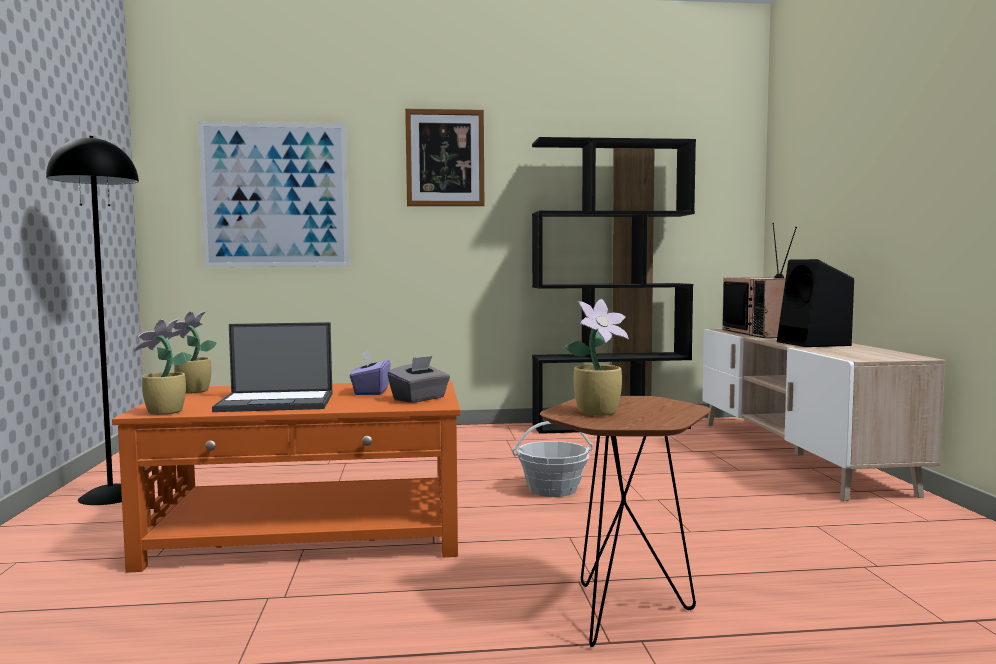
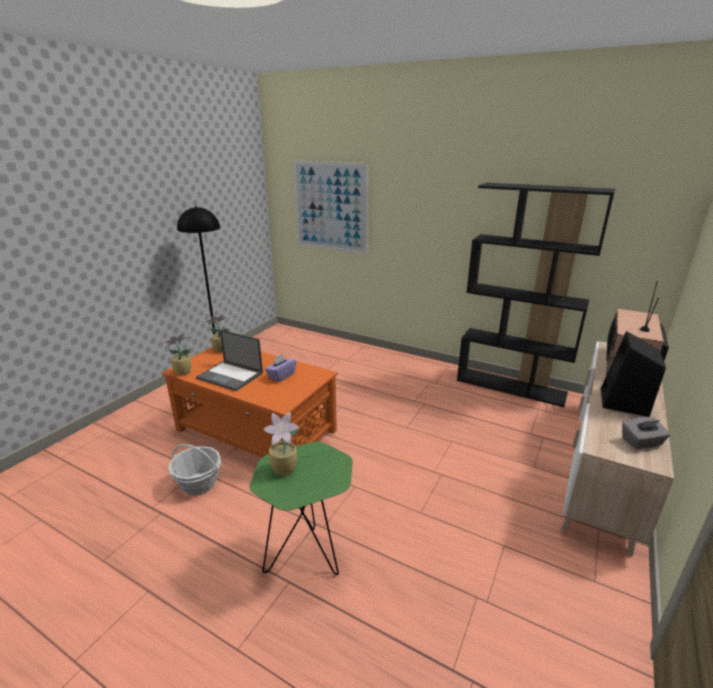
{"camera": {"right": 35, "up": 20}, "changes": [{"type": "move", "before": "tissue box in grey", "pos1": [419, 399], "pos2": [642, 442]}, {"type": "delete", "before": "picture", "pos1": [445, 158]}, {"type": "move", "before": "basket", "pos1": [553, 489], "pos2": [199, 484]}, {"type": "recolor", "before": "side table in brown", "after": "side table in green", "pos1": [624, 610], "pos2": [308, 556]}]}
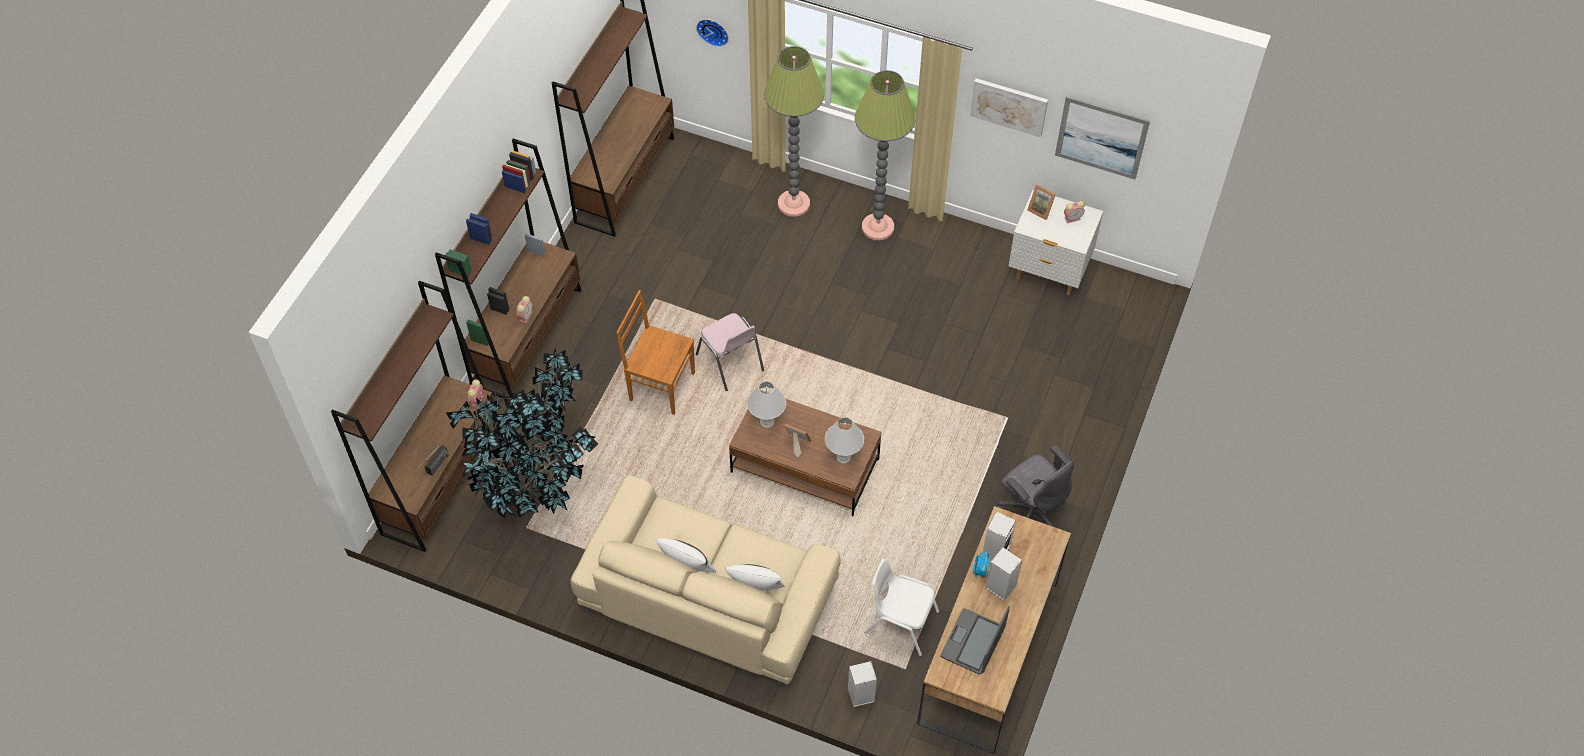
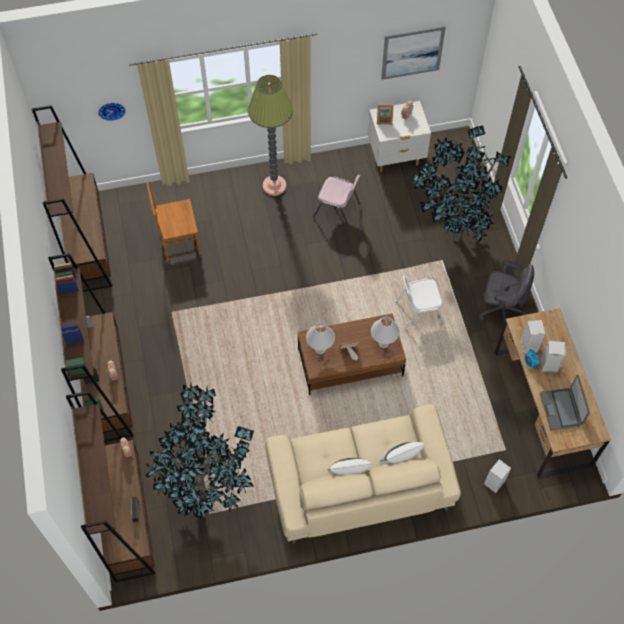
{"camera": {"right": -35, "up": 5}, "changes": [{"type": "move", "before": "chair in brown", "pos1": [660, 386], "pos2": [178, 242]}, {"type": "move", "before": "chair in pink", "pos1": [730, 363], "pos2": [337, 211]}, {"type": "delete", "before": "floor lamp", "pos1": [793, 204]}, {"type": "move", "before": "chair in white", "pos1": [900, 622], "pos2": [418, 312]}, {"type": "delete", "before": "picture", "pos1": [1009, 106]}, {"type": "insert", "after": "potted plant", "pos2": [449, 235]}]}
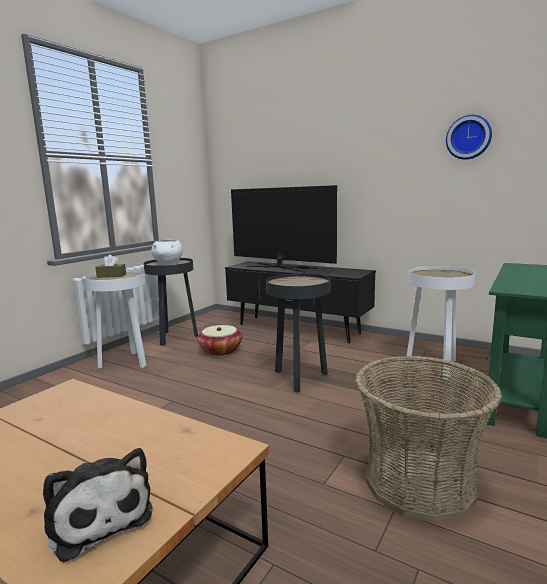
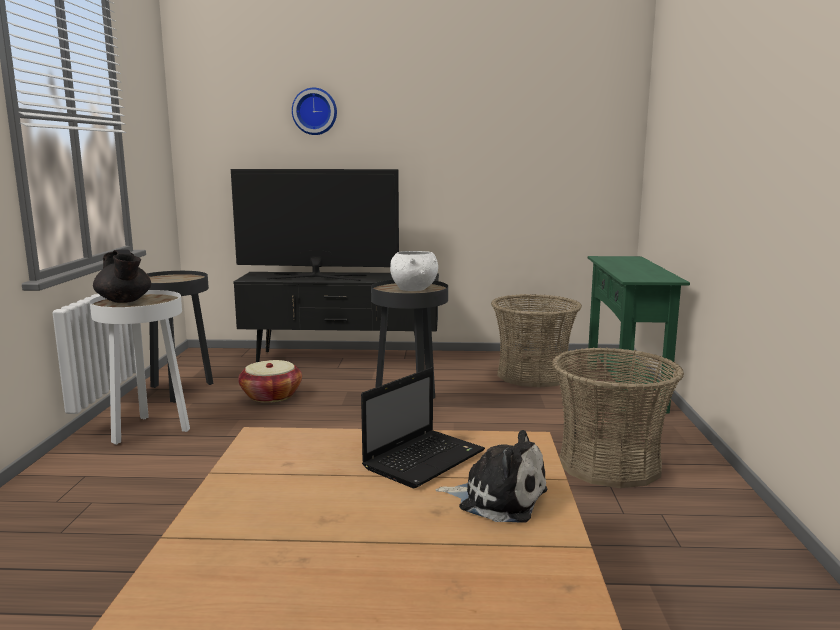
{"camera": {"right": -30, "up": 0}, "changes": [{"type": "replace", "before": "tissue box in brown", "after": "teapot in black", "pos1": [111, 276], "pos2": [124, 301]}, {"type": "move", "before": "bowl in white", "pos1": [168, 264], "pos2": [414, 289]}, {"type": "replace", "before": "side table in white", "after": "basket", "pos1": [434, 368], "pos2": [533, 375]}, {"type": "move", "before": "wall clock", "pos1": [468, 137], "pos2": [315, 111]}, {"type": "insert", "after": "laptop", "pos2": [425, 459]}]}
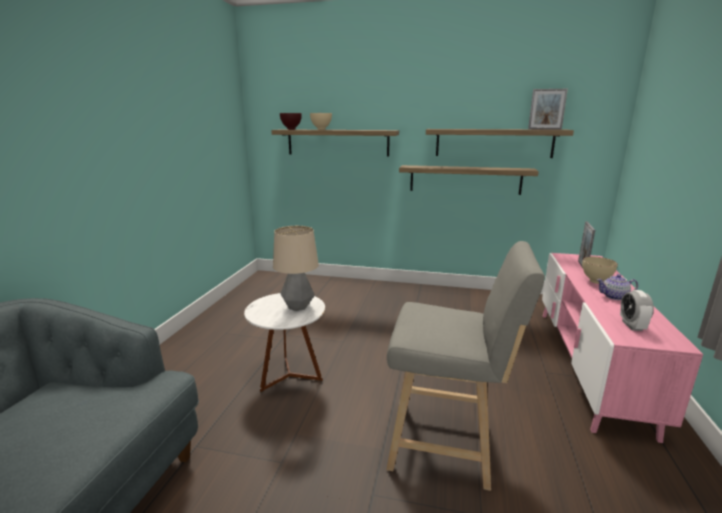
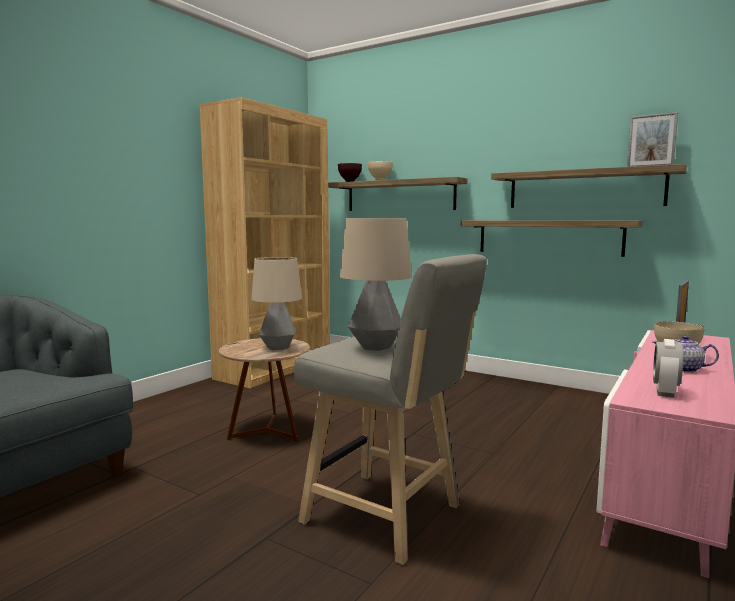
{"camera": {"right": 20, "up": -10}, "changes": [{"type": "recolor", "before": "side table in white", "after": "side table in brown", "pos1": [289, 376], "pos2": [267, 432]}, {"type": "insert", "after": "bookcase in brown", "pos2": [275, 369]}, {"type": "insert", "after": "table lamp", "pos2": [375, 347]}]}
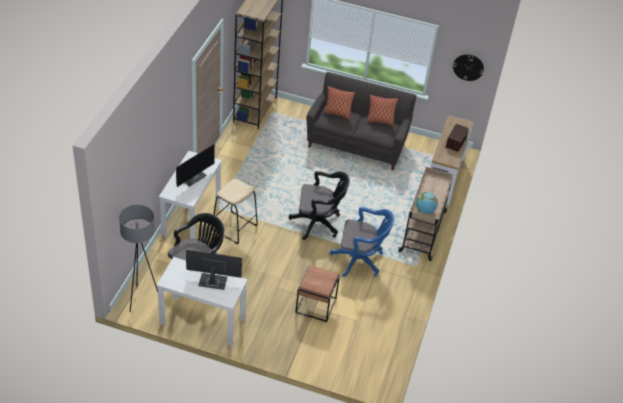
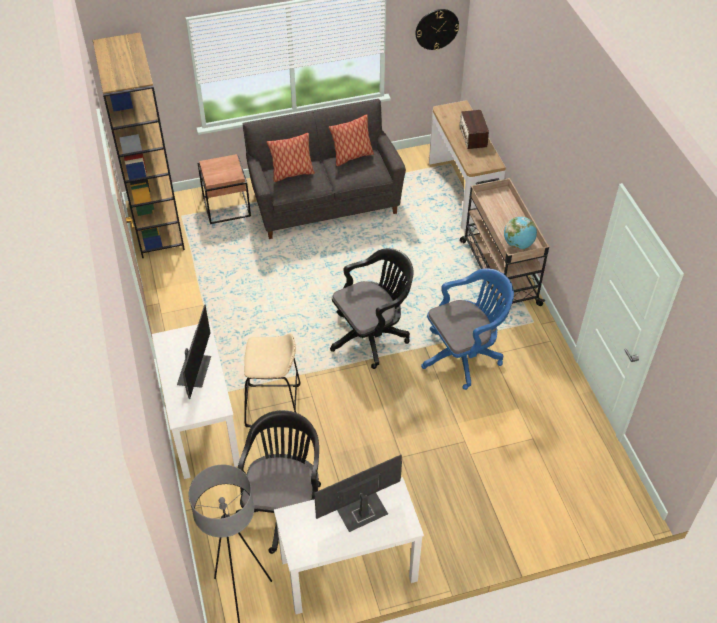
{"camera": {"right": -30, "up": 5}, "changes": [{"type": "move", "before": "side table in brown", "pos1": [316, 305], "pos2": [227, 206]}]}
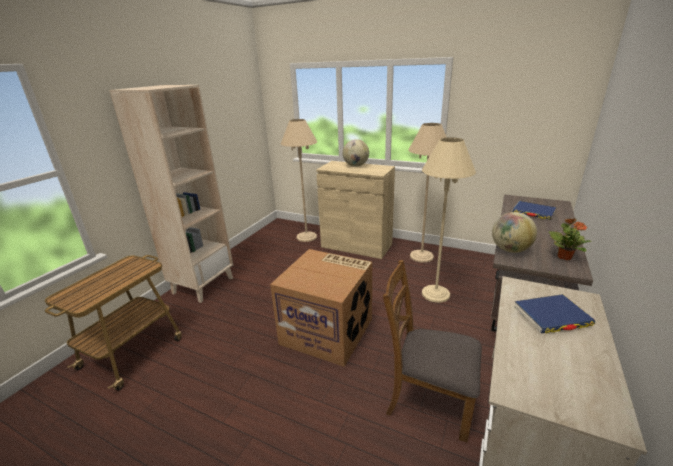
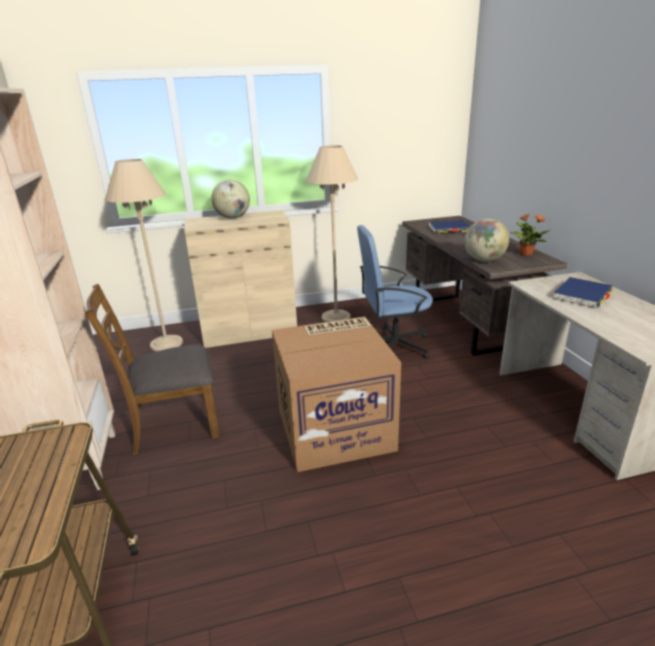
{"camera": {"right": -40, "up": 0}, "changes": [{"type": "move", "before": "chair in brown", "pos1": [428, 400], "pos2": [174, 425]}, {"type": "replace", "before": "floor lamp in beige", "after": "office chair in blue", "pos1": [435, 294], "pos2": [393, 345]}]}
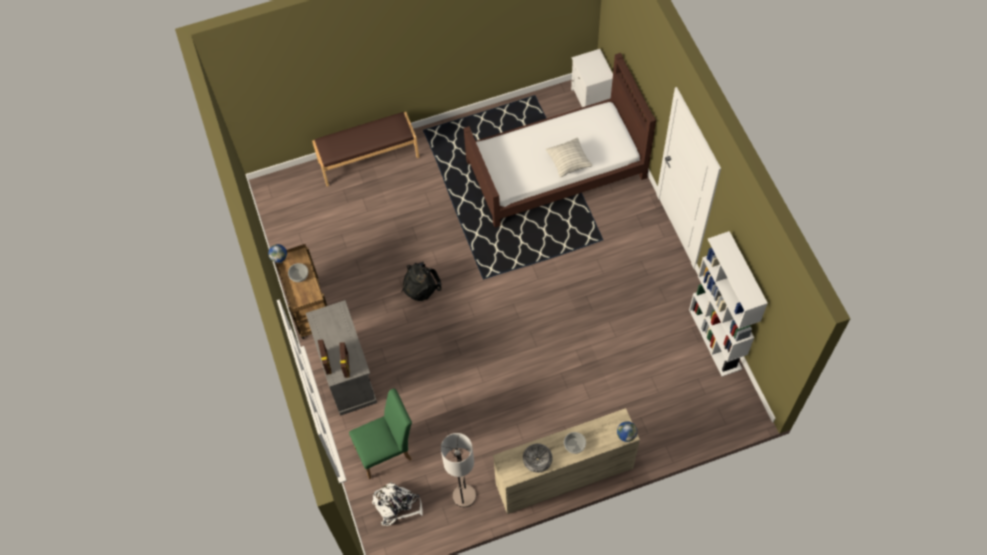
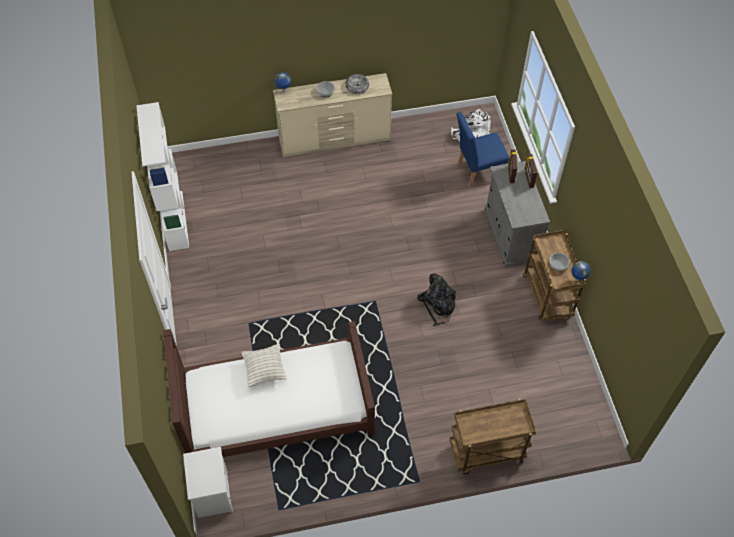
{"camera": {"right": -175, "up": -5}, "changes": [{"type": "replace", "before": "bench in brown", "after": "cart in brown", "pos1": [368, 158], "pos2": [486, 453]}, {"type": "recolor", "before": "chair in green", "after": "chair in blue", "pos1": [387, 451], "pos2": [476, 172]}, {"type": "delete", "before": "floor lamp", "pos1": [464, 495]}]}
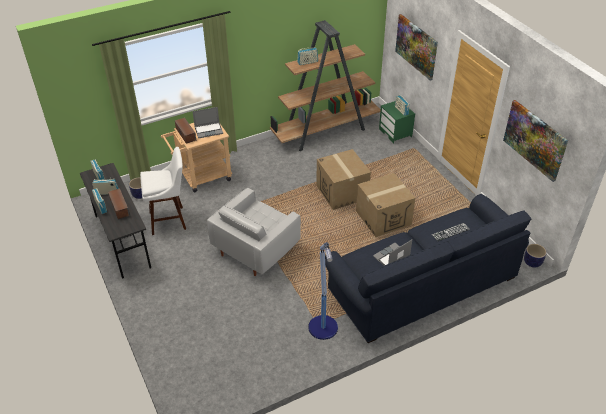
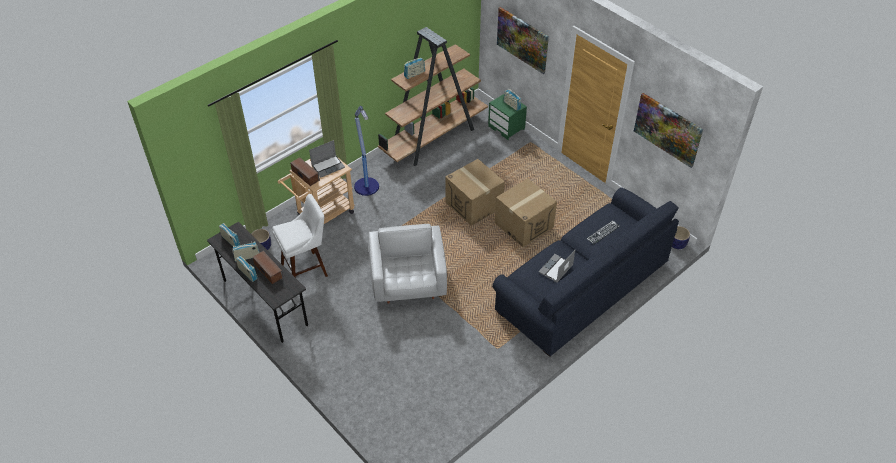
{"camera": {"right": -15, "up": 5}, "changes": [{"type": "rotate", "before": "armchair in white", "pos1": [256, 248], "pos2": [409, 283], "turn": 150}, {"type": "move", "before": "floor lamp", "pos1": [323, 328], "pos2": [367, 187]}]}
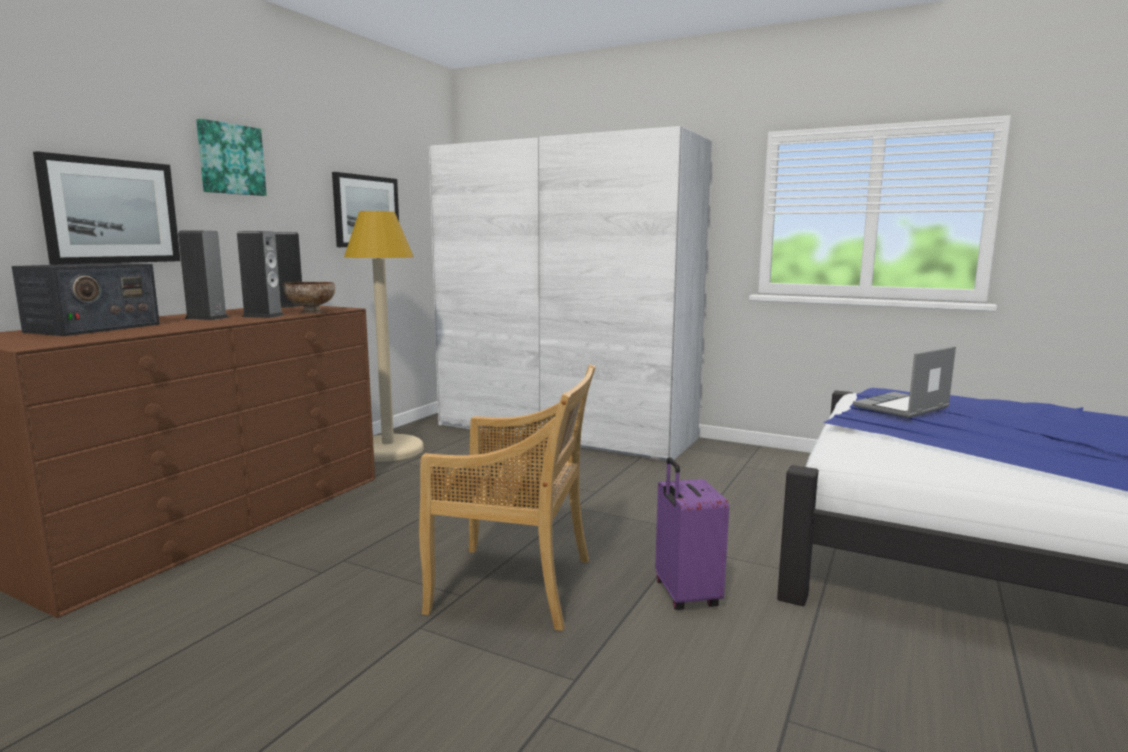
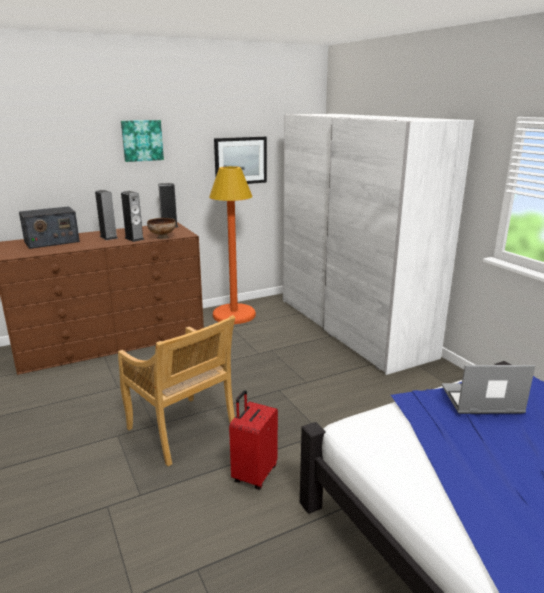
{"camera": {"right": 35, "up": 10}, "changes": [{"type": "delete", "before": "picture", "pos1": [111, 211]}, {"type": "recolor", "before": "floor lamp in beige", "after": "floor lamp in orange", "pos1": [388, 450], "pos2": [234, 315]}, {"type": "recolor", "before": "suitcase in purple", "after": "suitcase in red", "pos1": [685, 595], "pos2": [254, 474]}]}
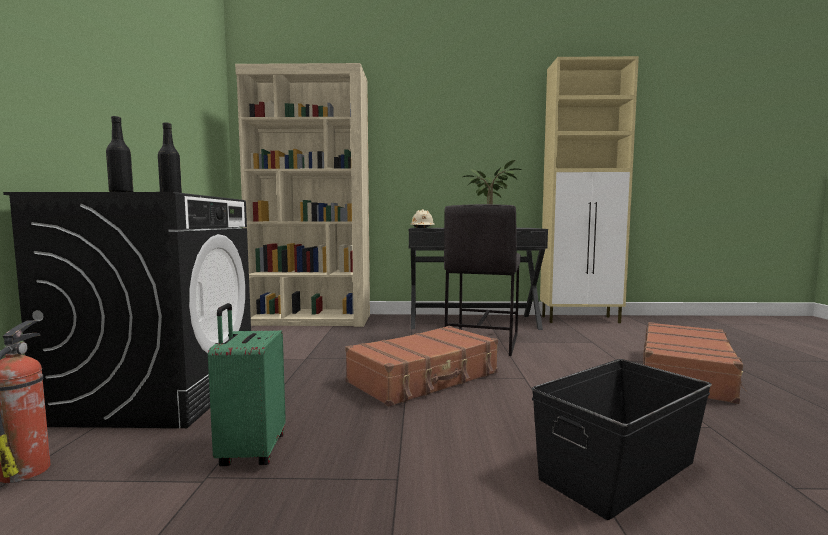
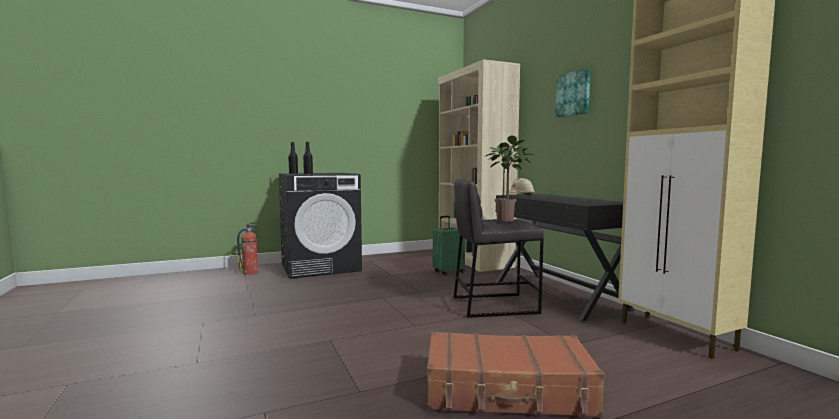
{"camera": {"right": 65, "up": 0}, "changes": [{"type": "move", "before": "suitcase in green", "pos1": [250, 452], "pos2": [448, 272]}, {"type": "delete", "before": "suitcase in brown", "pos1": [425, 378]}, {"type": "delete", "before": "storage box in black", "pos1": [619, 470]}, {"type": "insert", "after": "picture", "pos2": [573, 94]}]}
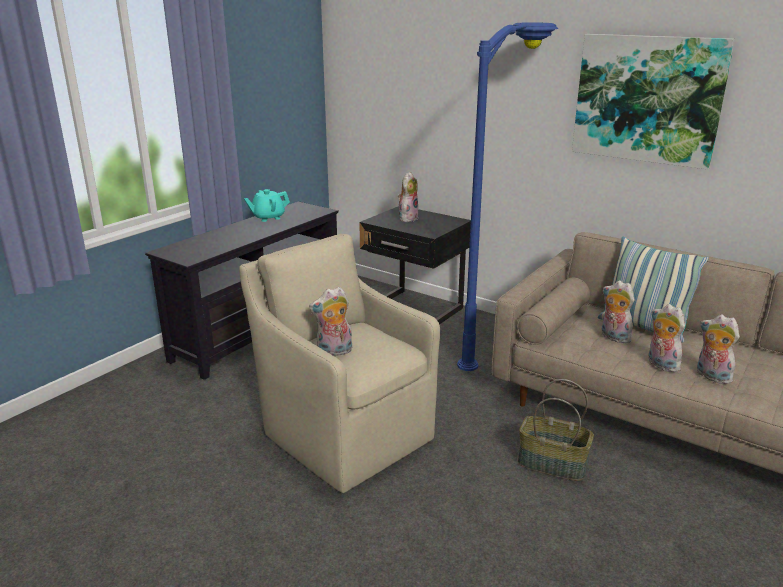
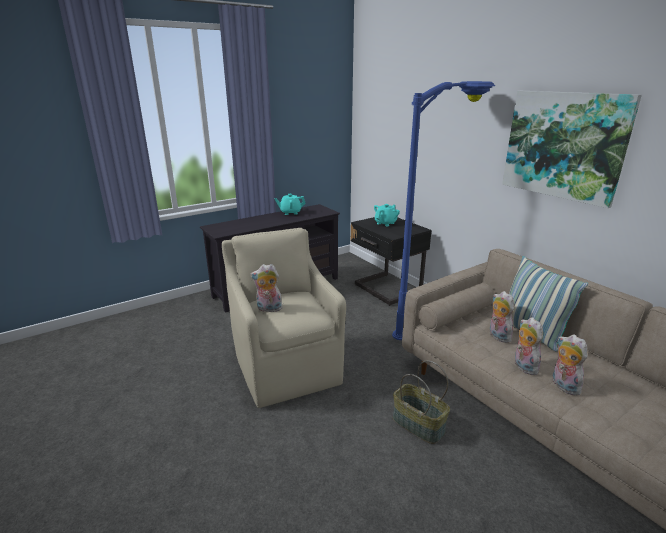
{"camera": {"right": 20, "up": 0}, "changes": [{"type": "replace", "before": "plush toy", "after": "teapot in turquoise", "pos1": [407, 218], "pos2": [385, 223]}]}
